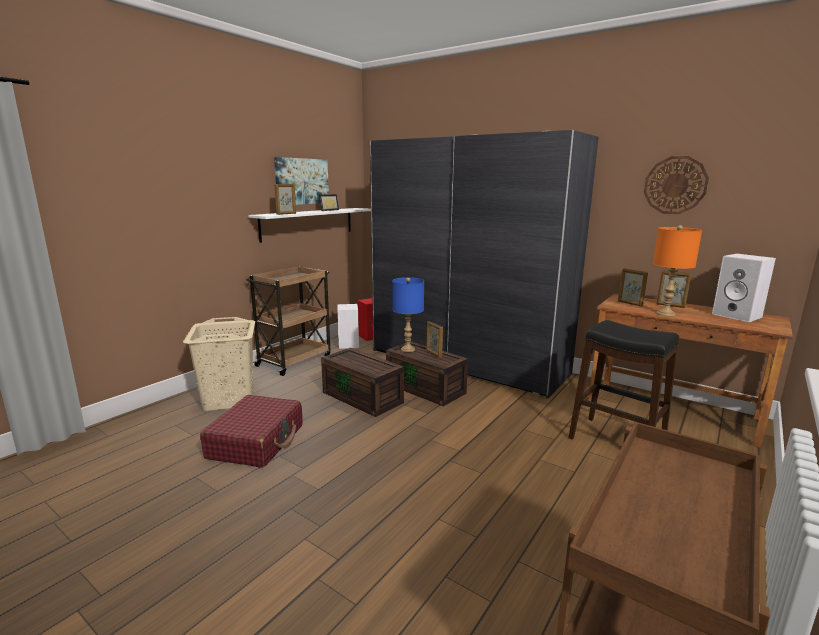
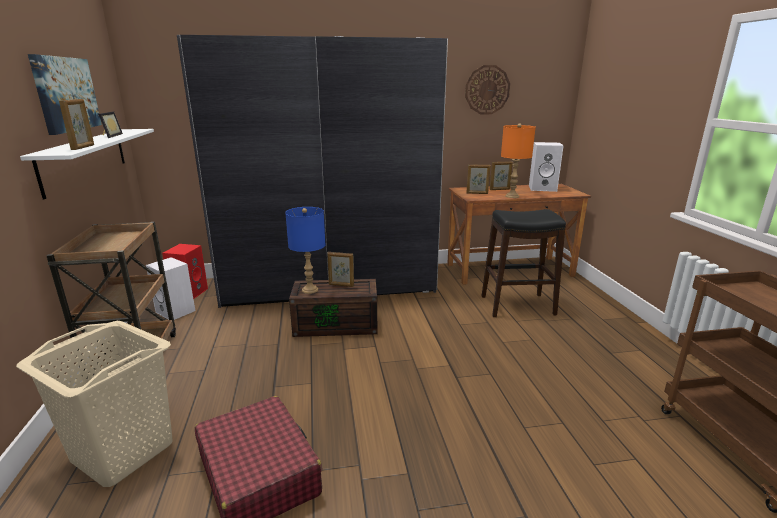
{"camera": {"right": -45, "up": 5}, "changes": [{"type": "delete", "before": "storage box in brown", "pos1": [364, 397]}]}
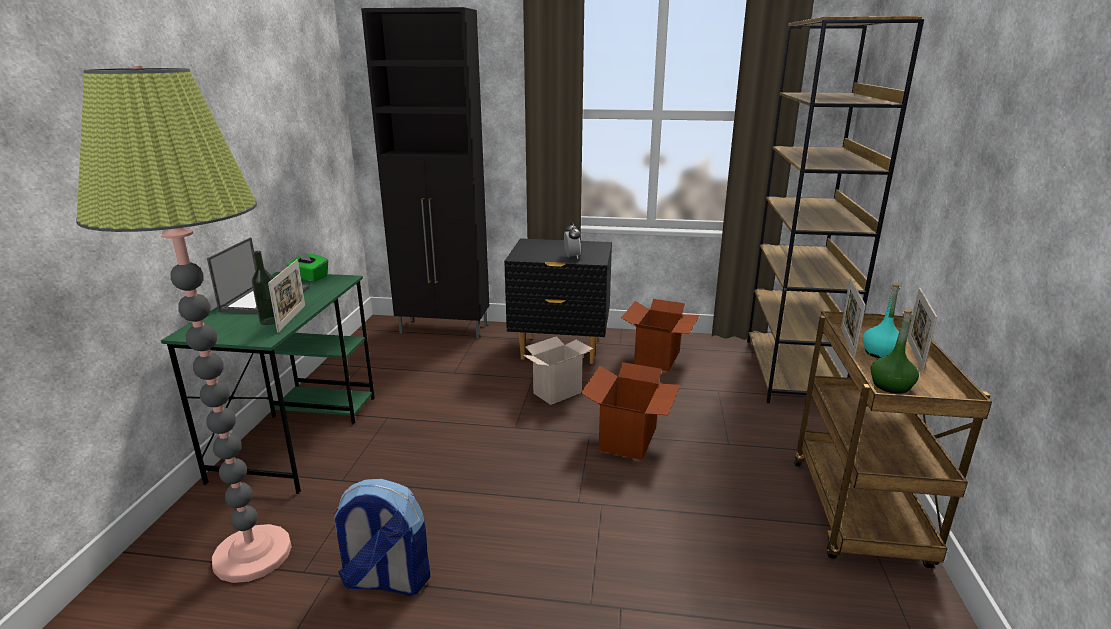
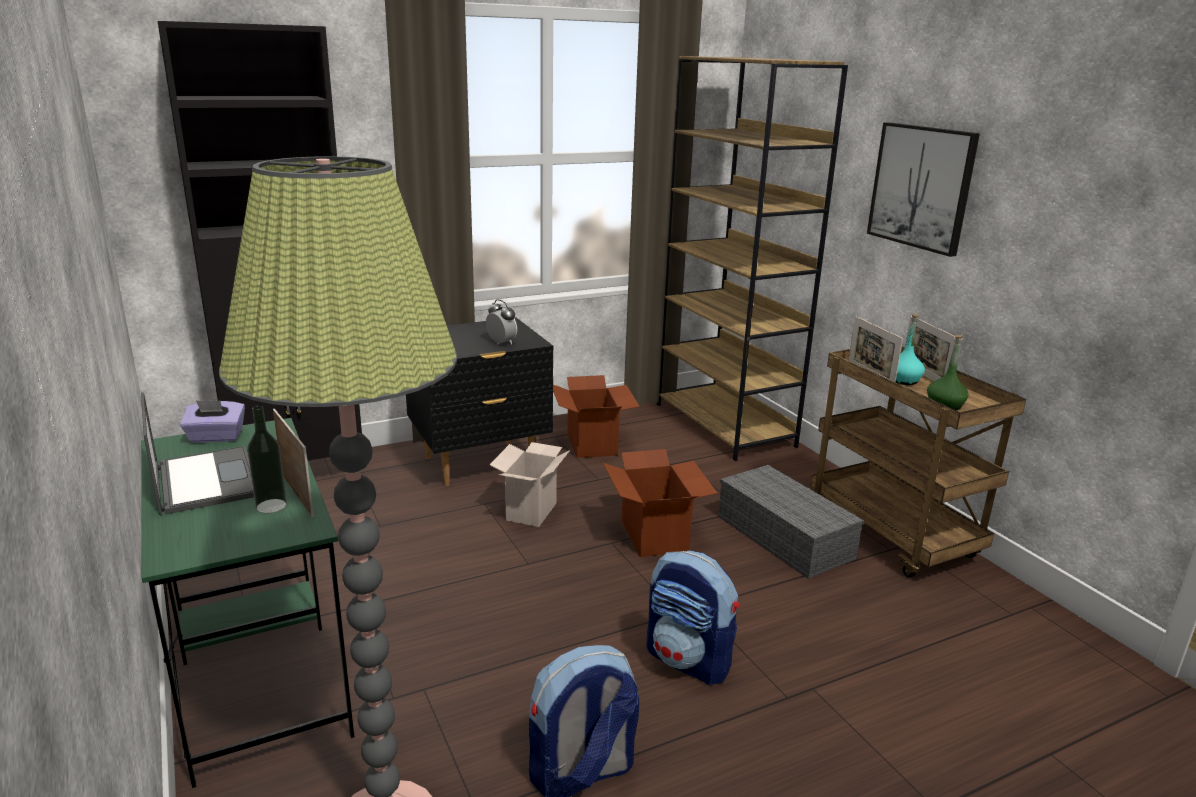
{"camera": {"right": -35, "up": 0}, "changes": [{"type": "recolor", "before": "tissue box in green", "after": "tissue box in purple", "pos1": [309, 277], "pos2": [216, 437]}, {"type": "insert", "after": "backpack", "pos2": [689, 660]}, {"type": "insert", "after": "storage box in grey", "pos2": [786, 537]}, {"type": "insert", "after": "picture", "pos2": [921, 187]}]}
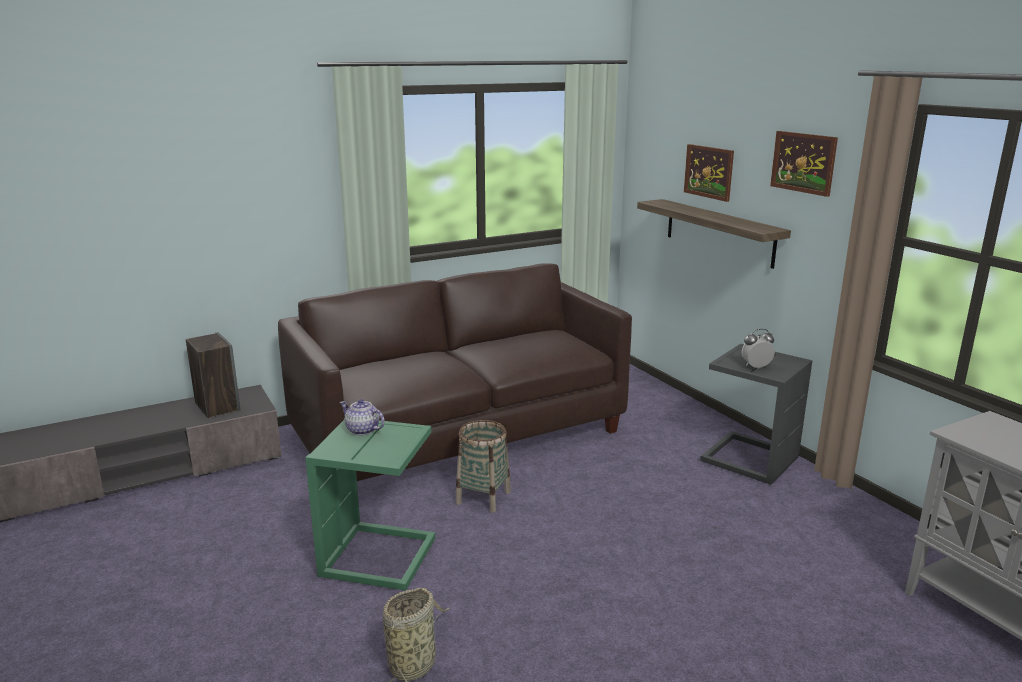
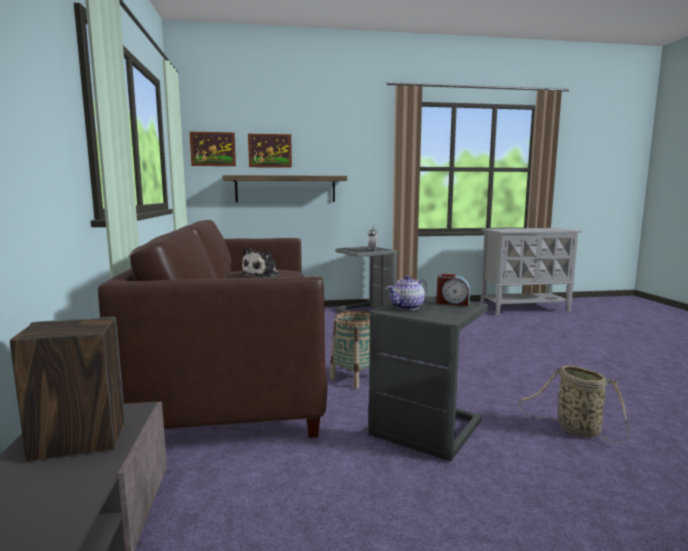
{"camera": {"right": -70, "up": -10}, "changes": [{"type": "recolor", "before": "side table in green", "after": "side table in grey", "pos1": [380, 559], "pos2": [428, 428]}, {"type": "move", "before": "picture", "pos1": [803, 162], "pos2": [213, 149]}, {"type": "insert", "after": "plush toy", "pos2": [262, 275]}, {"type": "insert", "after": "alarm clock", "pos2": [452, 303]}]}
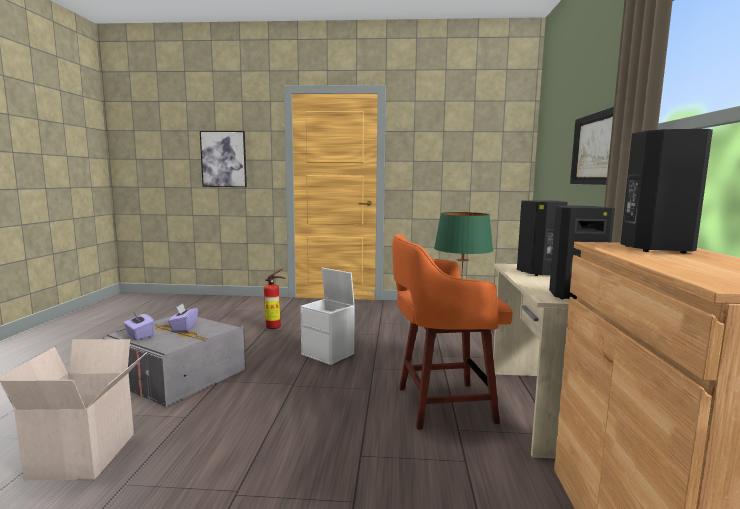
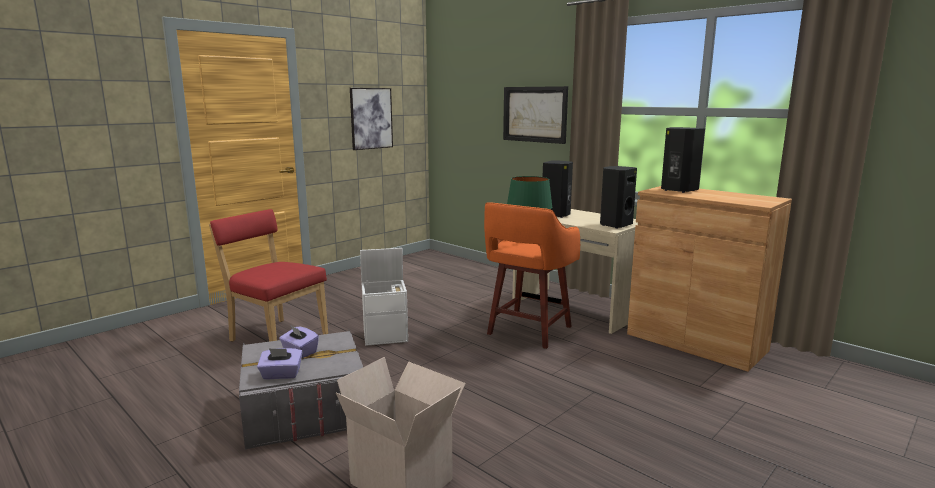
{"camera": {"right": -50, "up": 5}, "changes": [{"type": "move", "before": "picture", "pos1": [223, 159], "pos2": [371, 118]}, {"type": "replace", "before": "fire extinguisher", "after": "chair in red", "pos1": [275, 327], "pos2": [276, 337]}]}
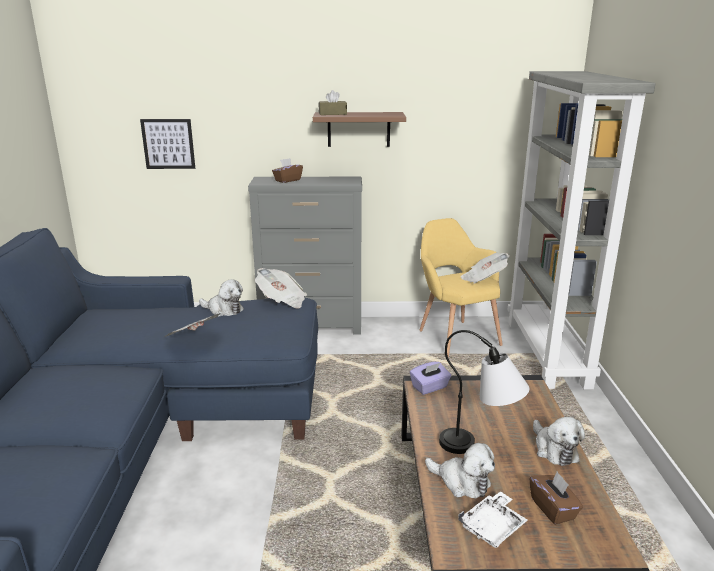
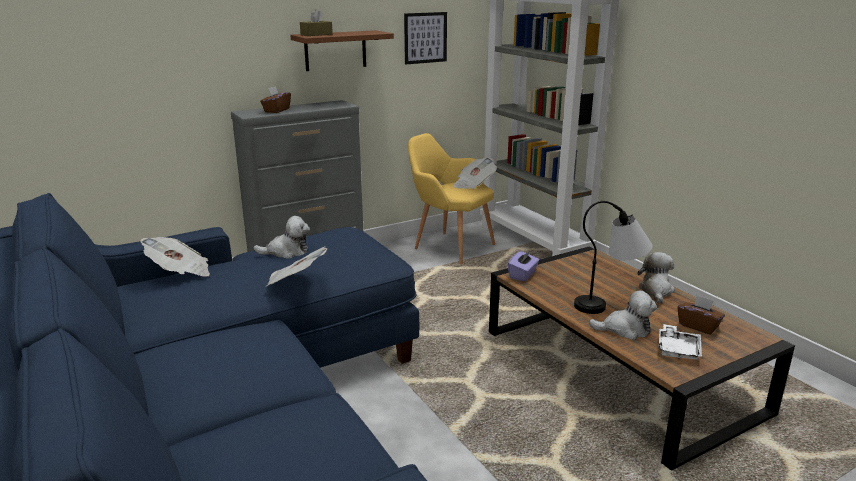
{"camera": {"right": -30, "up": 0}, "changes": [{"type": "move", "before": "picture", "pos1": [168, 144], "pos2": [425, 38]}, {"type": "move", "before": "newspaper", "pos1": [282, 300], "pos2": [180, 272]}, {"type": "rotate", "before": "plush toy", "pos1": [554, 449], "pos2": [656, 291], "turn": -120}]}
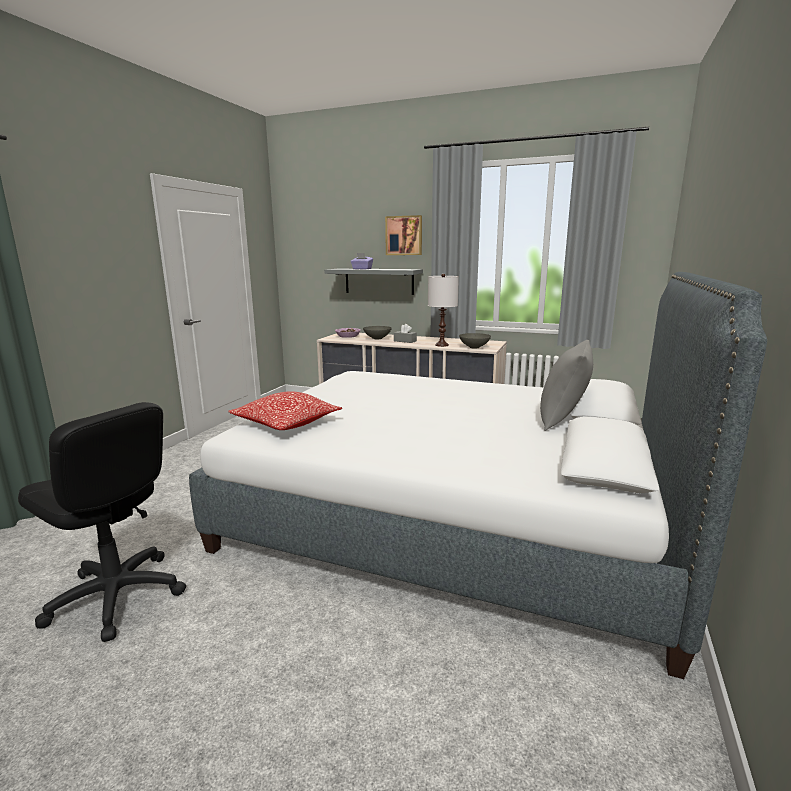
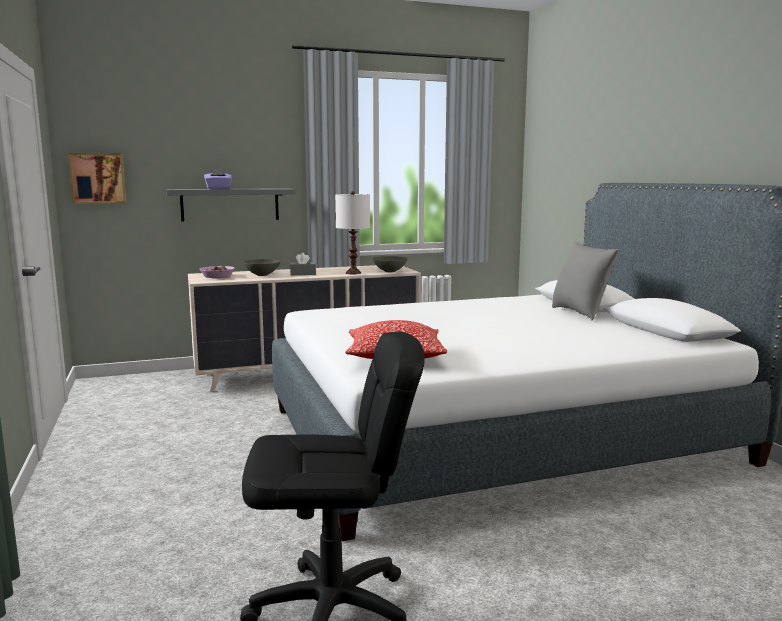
{"camera": {"right": -40, "up": -5}, "changes": [{"type": "move", "before": "picture", "pos1": [404, 235], "pos2": [98, 178]}]}
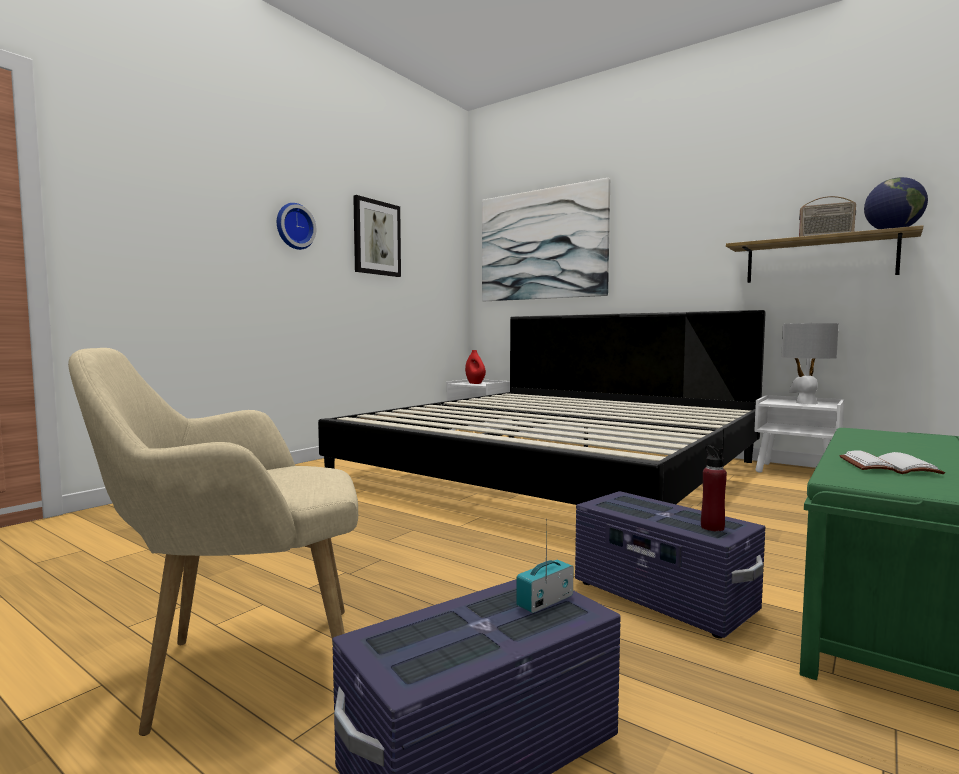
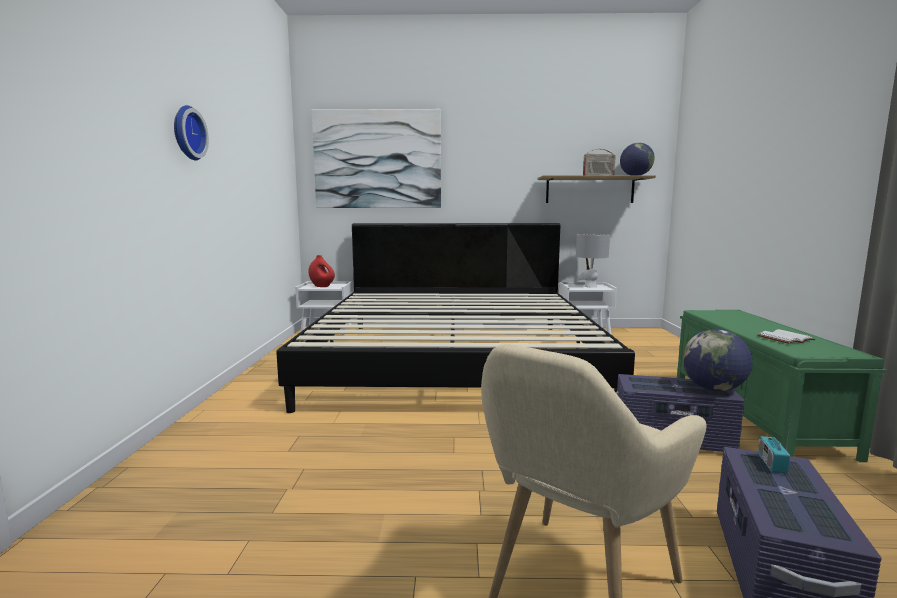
{"camera": {"right": -35, "up": 5}, "changes": [{"type": "delete", "before": "picture", "pos1": [376, 238]}, {"type": "replace", "before": "bottle in red", "after": "globe", "pos1": [712, 527], "pos2": [713, 389]}]}
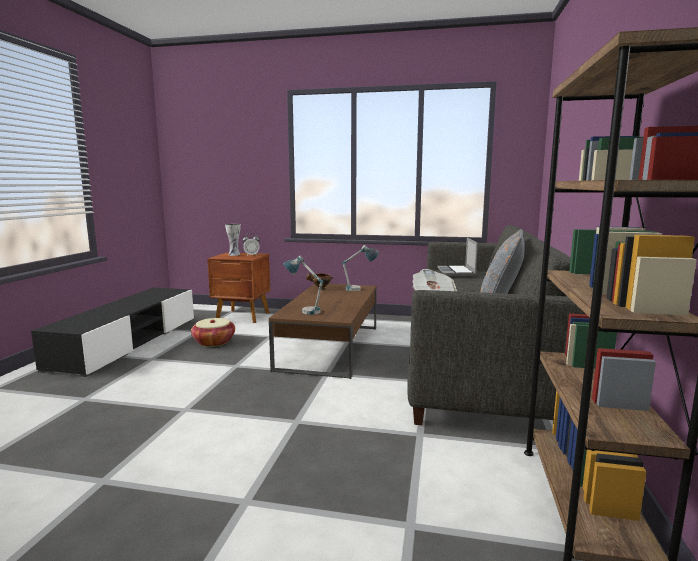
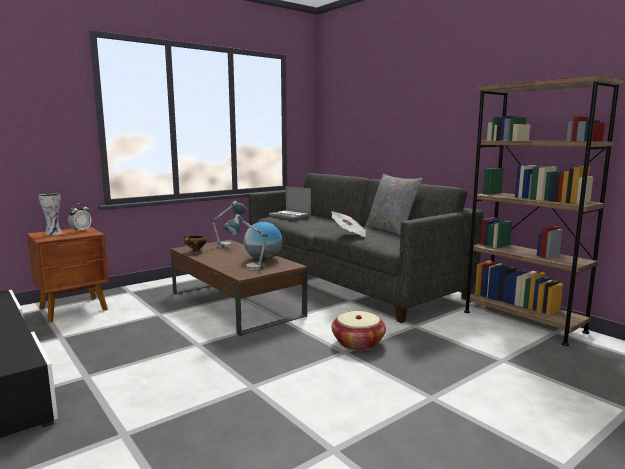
{"camera": {"right": -50, "up": 0}, "changes": [{"type": "move", "before": "basket", "pos1": [214, 342], "pos2": [358, 343]}, {"type": "insert", "after": "globe", "pos2": [263, 259]}]}
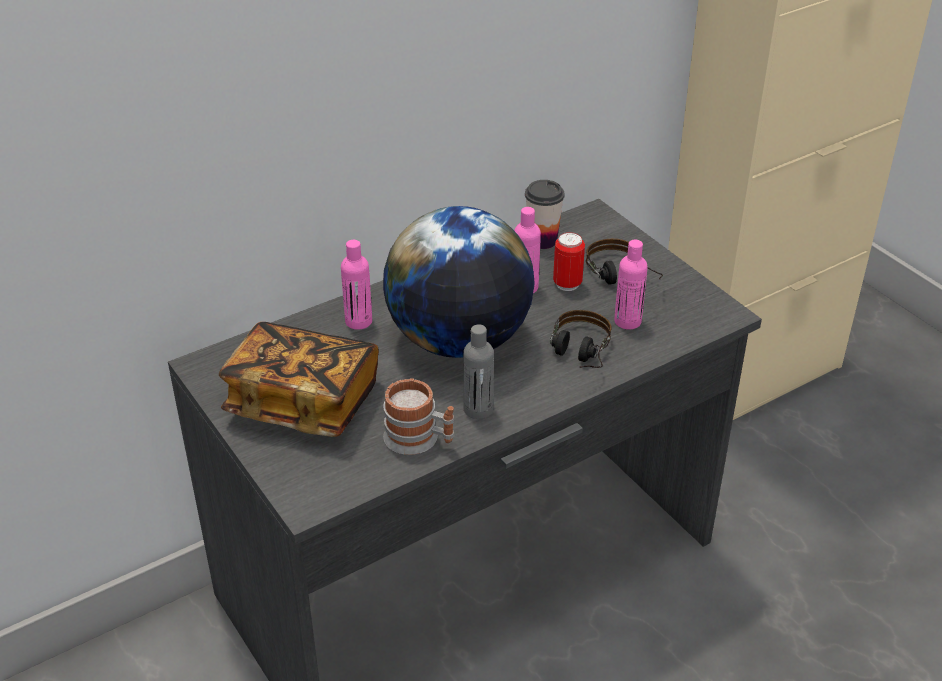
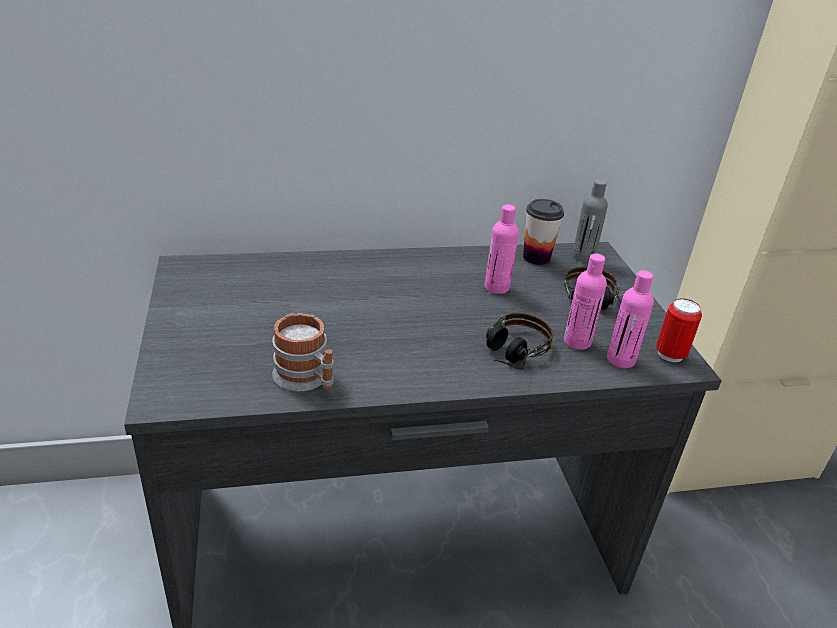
{"camera": {"right": 20, "up": -5}, "changes": [{"type": "delete", "before": "book", "pos1": [303, 402]}, {"type": "move", "before": "bottle in pink", "pos1": [358, 321], "pos2": [620, 359]}, {"type": "delete", "before": "globe", "pos1": [459, 341]}, {"type": "move", "before": "bottle in grey", "pos1": [478, 409], "pos2": [583, 257]}, {"type": "move", "before": "can", "pos1": [567, 284], "pos2": [670, 354]}]}
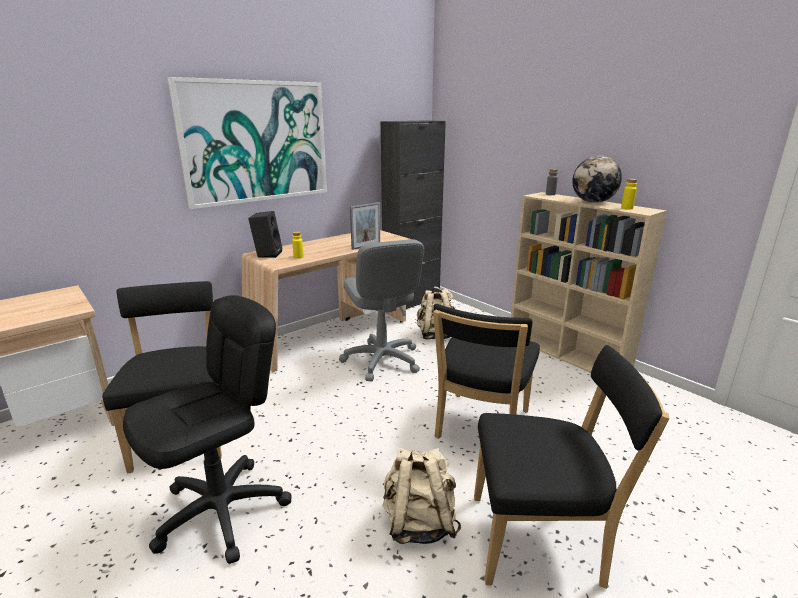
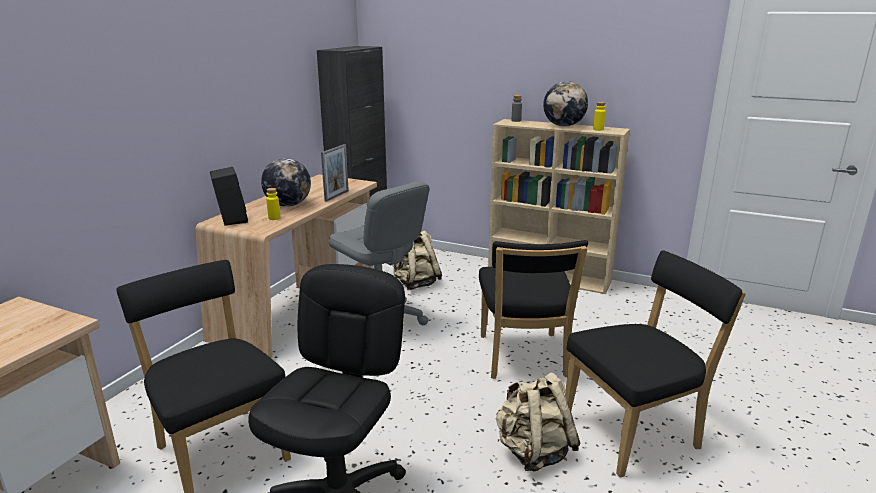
{"camera": {"right": -25, "up": 0}, "changes": [{"type": "delete", "before": "picture", "pos1": [256, 142]}, {"type": "insert", "after": "globe", "pos2": [288, 205]}]}
